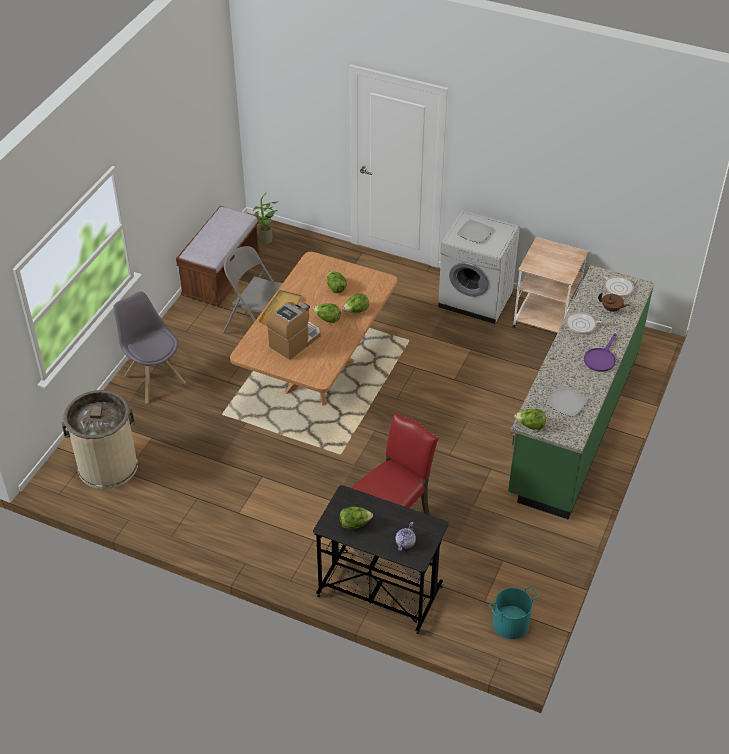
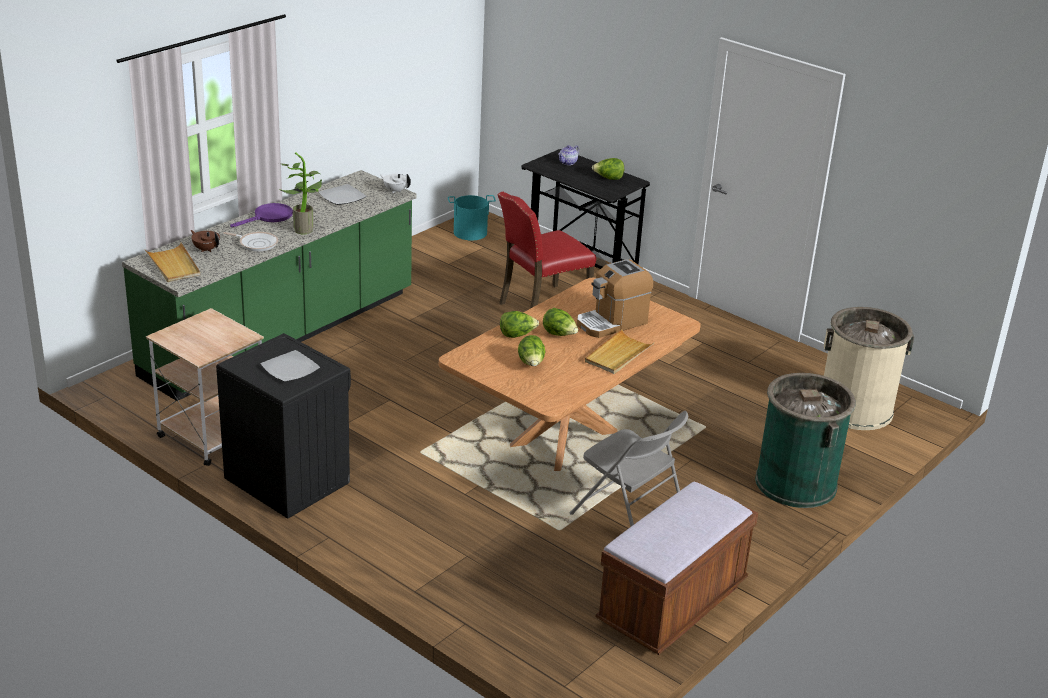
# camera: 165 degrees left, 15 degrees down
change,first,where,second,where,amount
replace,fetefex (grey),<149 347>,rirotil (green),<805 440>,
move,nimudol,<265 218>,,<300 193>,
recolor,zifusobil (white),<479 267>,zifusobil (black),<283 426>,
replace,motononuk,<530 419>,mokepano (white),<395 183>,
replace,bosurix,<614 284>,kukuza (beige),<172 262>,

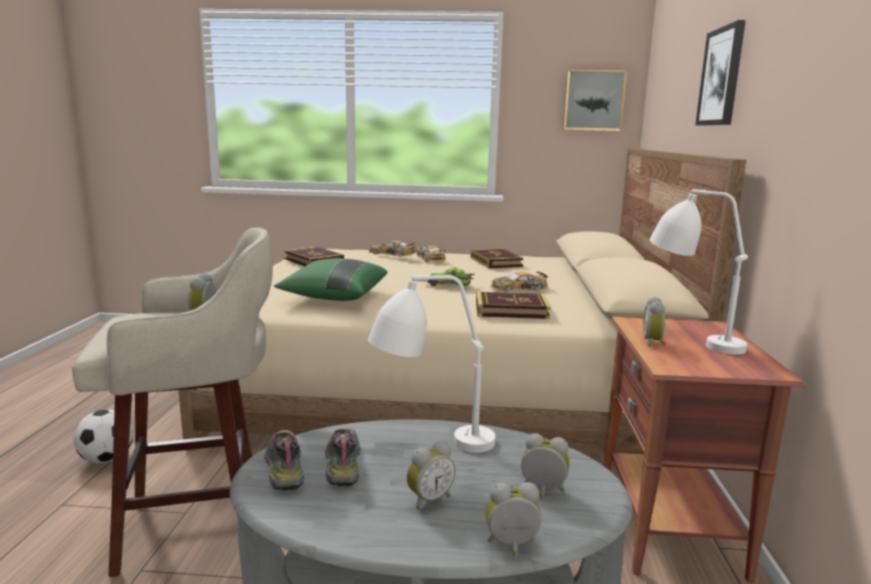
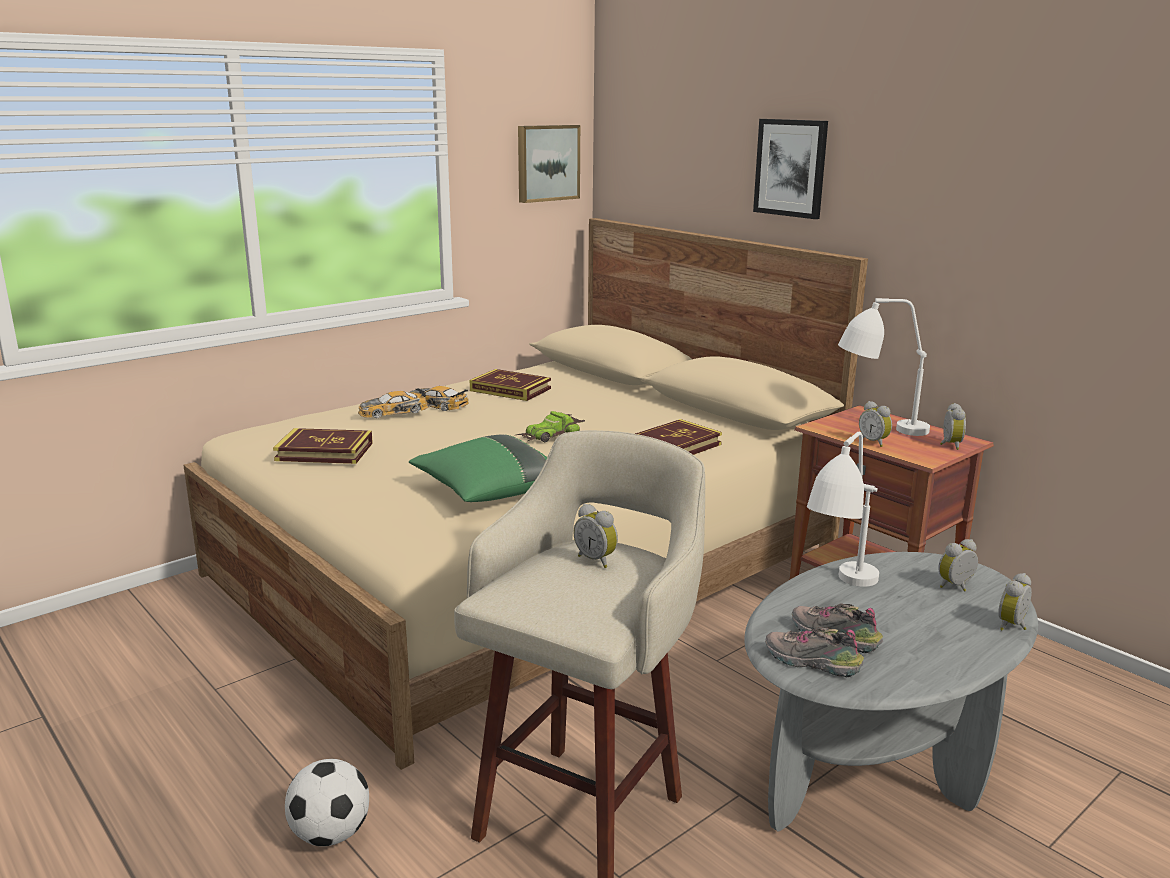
# camera: 45 degrees left, 5 degrees up
change,first,where,second,where,amount
move,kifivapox,<431 475>,,<953 426>,
delete,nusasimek,<519 282>,,,

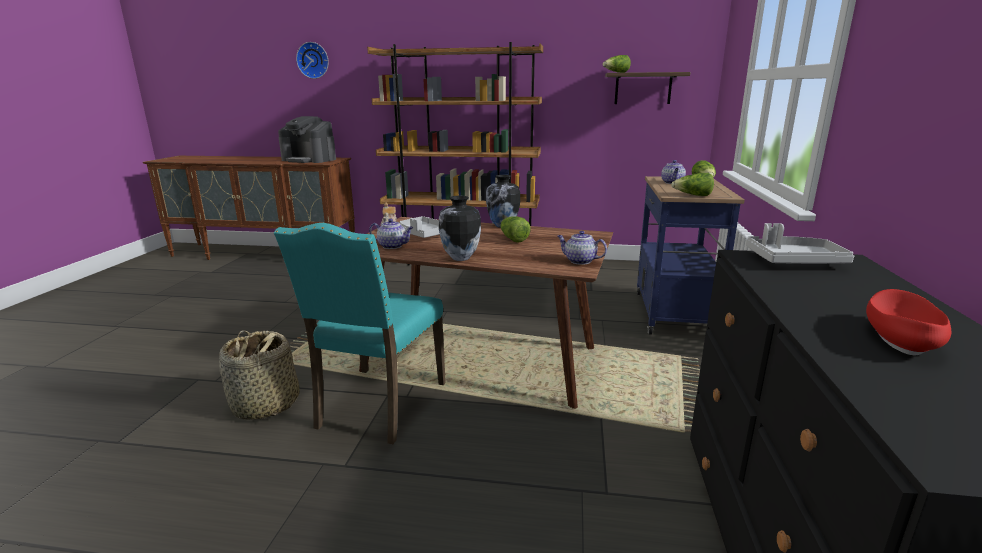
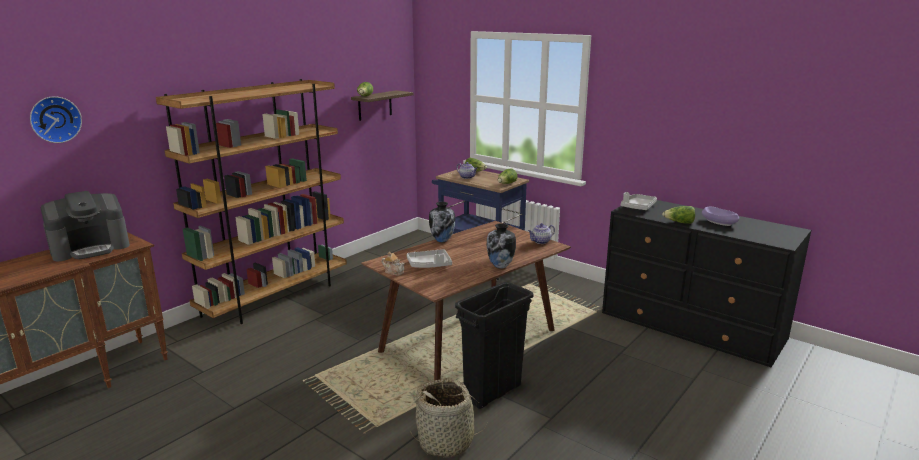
# camera: 60 degrees left, 0 degrees up
change,first,where,second,where,amount
replace,fetefex (turquoise),<360 333>,rirotil (black),<494 345>,
delete,mokepano,<391 234>,,,
move,motononuk,<515 229>,,<678 215>,
recolor,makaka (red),<908 322>,makaka (purple),<720 216>,

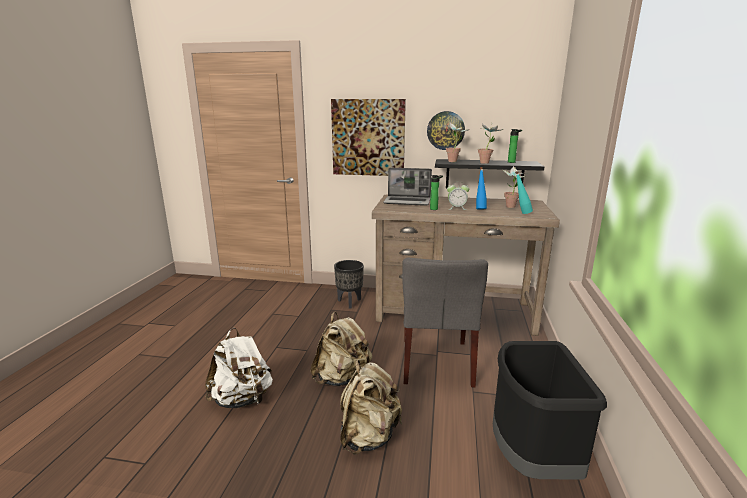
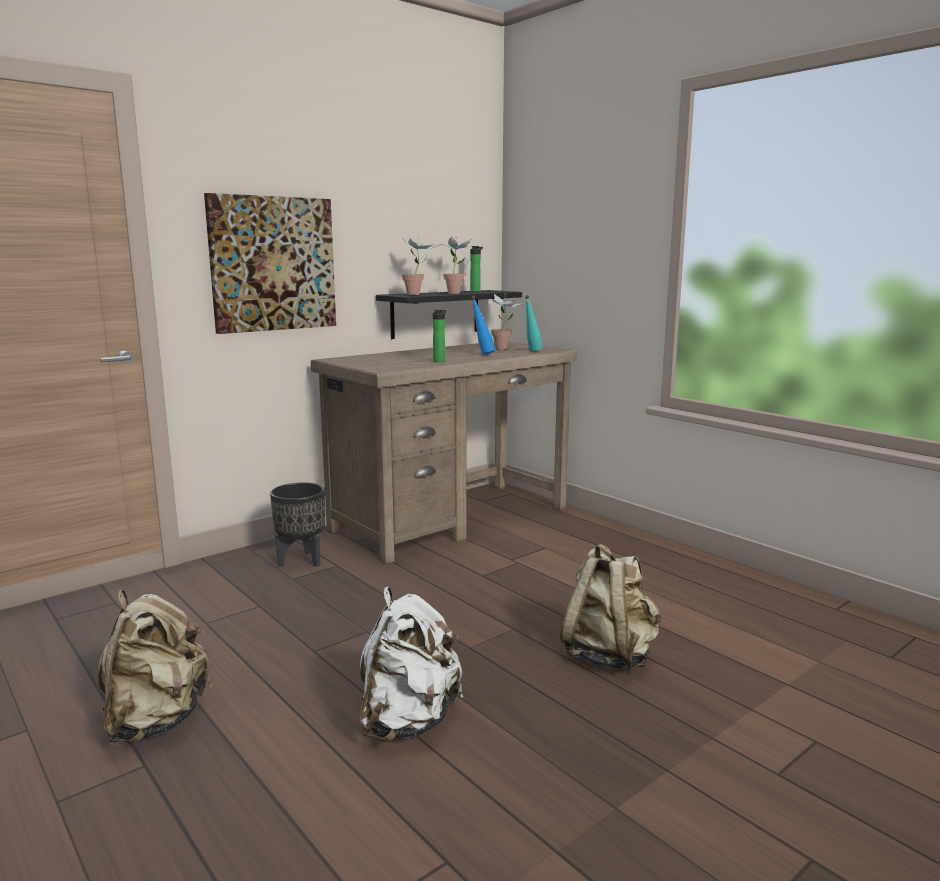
# camera: 50 degrees left, 5 degrees down
change,first,where,second,where,amount
move,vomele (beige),<341 349>,,<154 666>,
delete,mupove,<407 187>,,,
delete,fetefex (grey),<445 322>,,,
delete,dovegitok,<446 130>,,,
delete,kifivapox,<458 195>,,,
delete,rirotil (black),<550 410>,,,

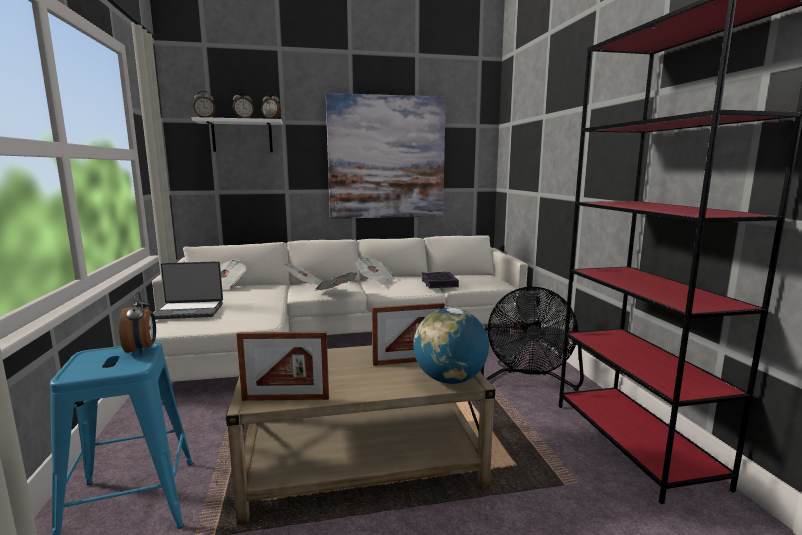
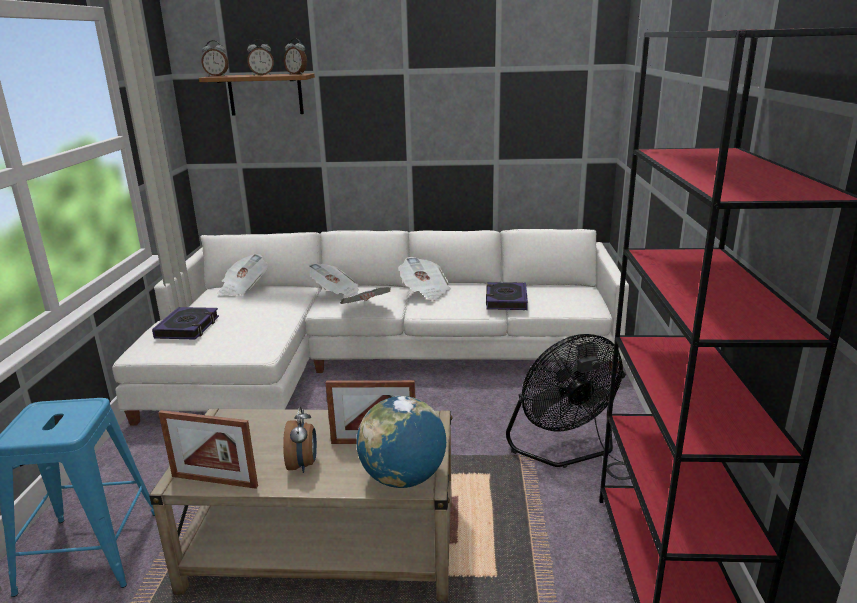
# camera: 15 degrees right, 10 degrees up
change,first,where,second,where,amount
move,kifivapox,<137 323>,,<300 439>,
replace,mupove,<188 290>,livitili,<185 323>,
recolor,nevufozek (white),<237 134>,nevufozek (brown),<257 94>,
delete,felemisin,<386 156>,,,
rotate,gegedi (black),<532 339>,,<568 407>,135 degrees clockwise

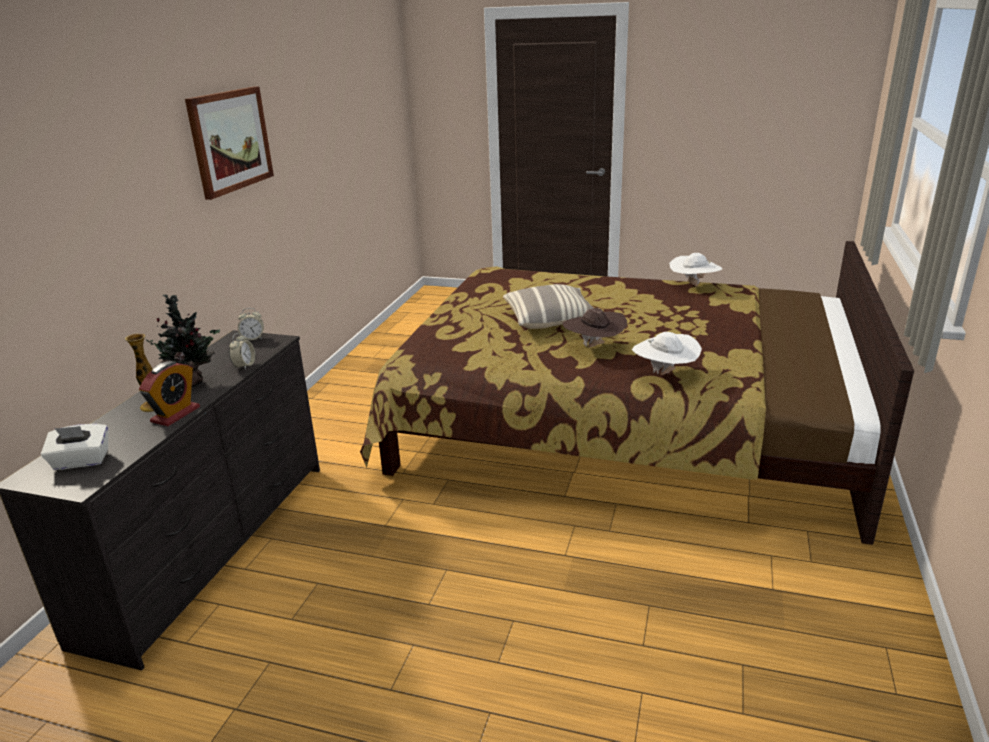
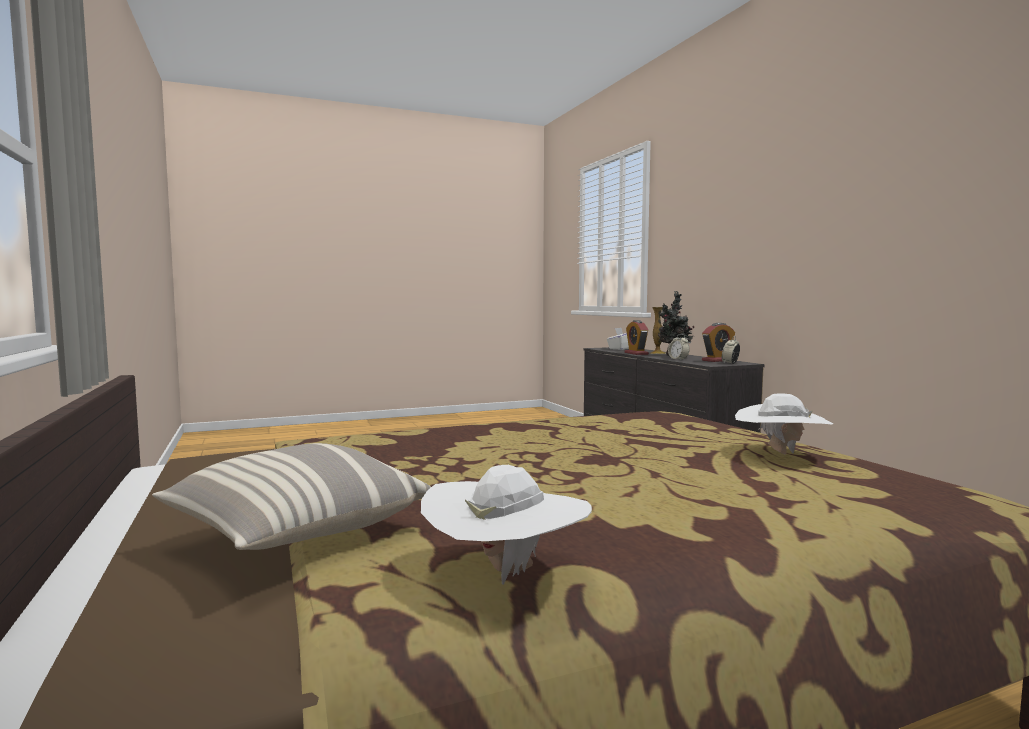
# camera: 140 degrees right, 20 degrees down
change,first,where,second,where,amount
delete,felemisin,<229 143>,,,
move,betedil,<548 306>,,<291 496>,
delete,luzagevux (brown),<595 328>,,,
move,luzagevux (white),<667 353>,,<784 424>,
insert,,,kifivapox,<718 342>,

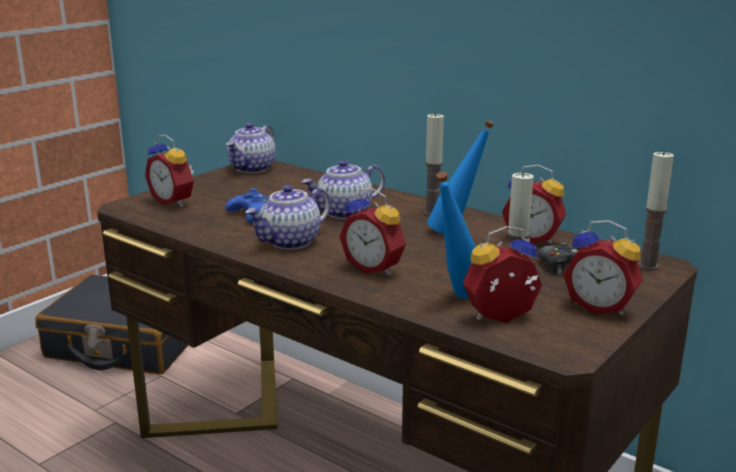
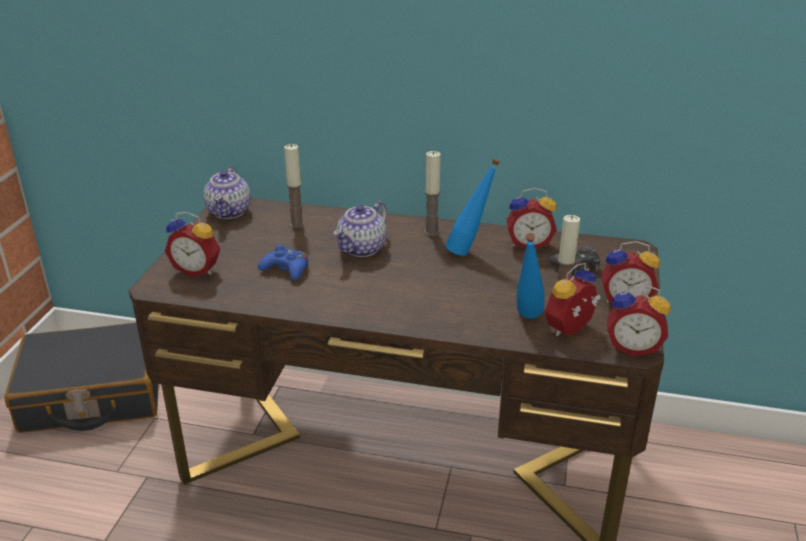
# camera: 25 degrees left, 10 degrees up
change,first,where,second,where,amount
delete,mokepano,<287 217>,,,
move,kifivapox,<372 231>,,<639 320>,
move,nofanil,<656 210>,,<294 186>,

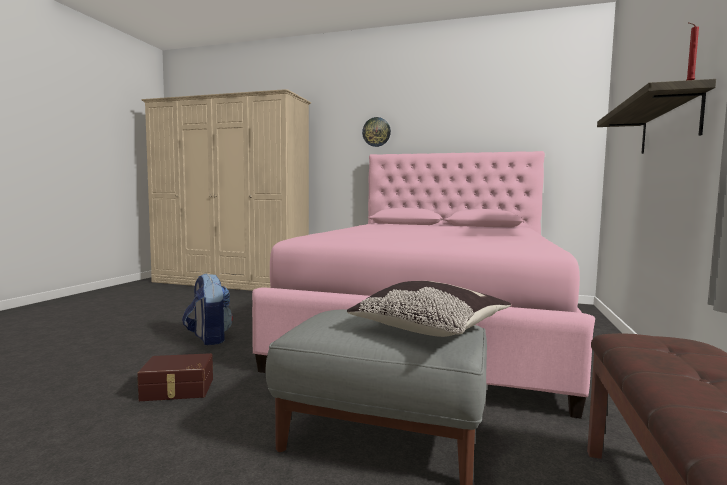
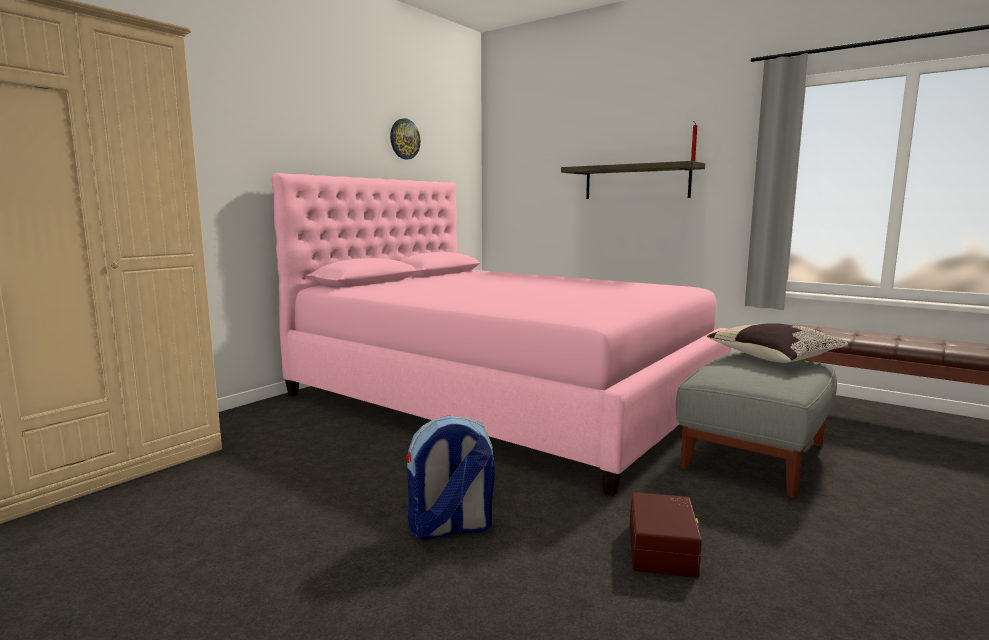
# camera: 70 degrees left, 5 degrees up
change,first,where,second,where,amount
move,dovegitok,<376 132>,,<405 138>,

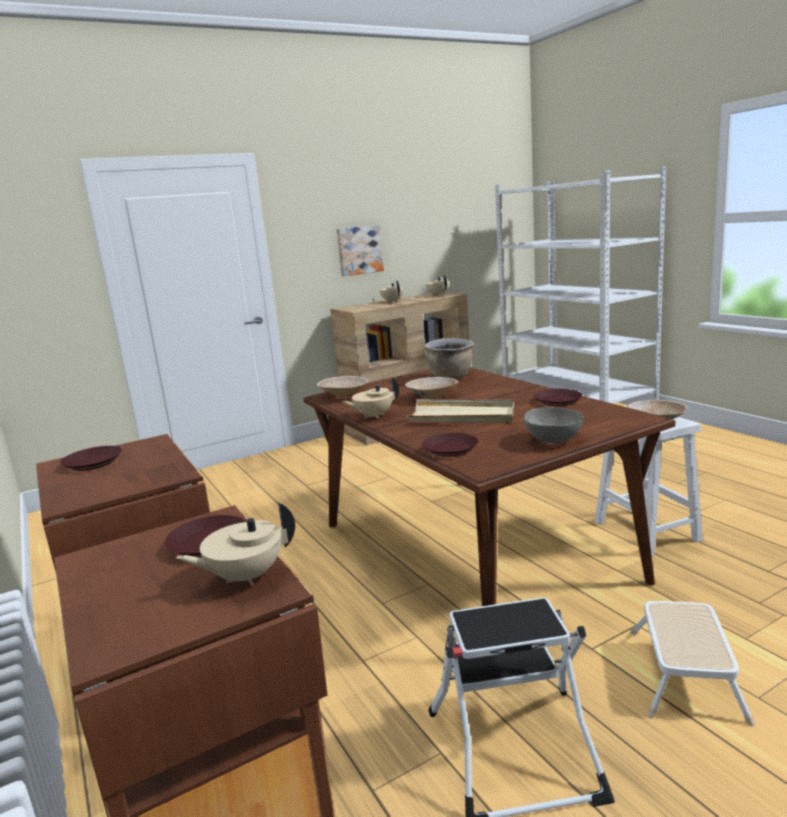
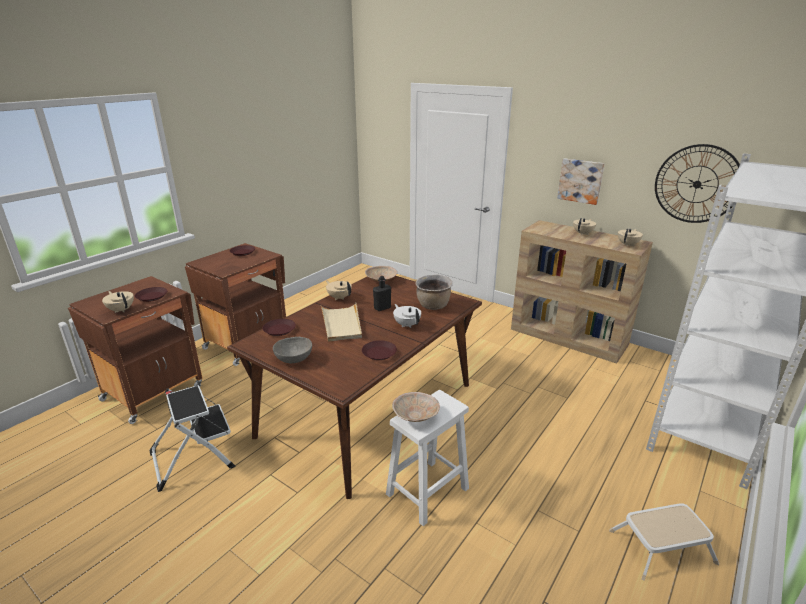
# camera: 65 degrees right, 10 degrees up
change,first,where,second,where,amount
replace,makaka (beige),<431 388>,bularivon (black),<382 293>,
move,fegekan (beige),<692 664>,,<664 542>,
insert,,,mokepano (white),<407 316>,
insert,,,dovegitok,<697 183>,

